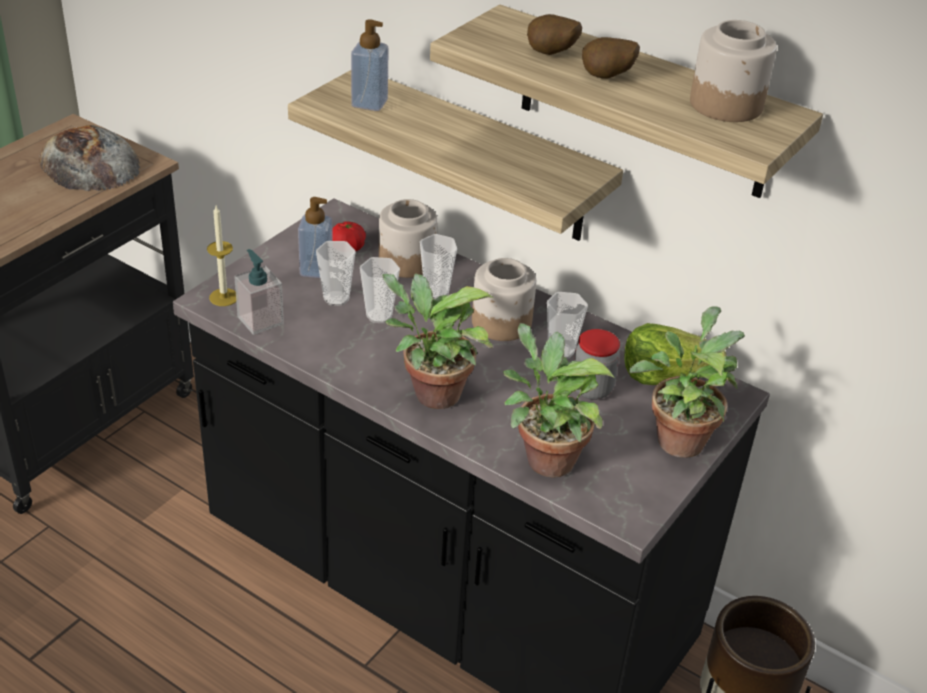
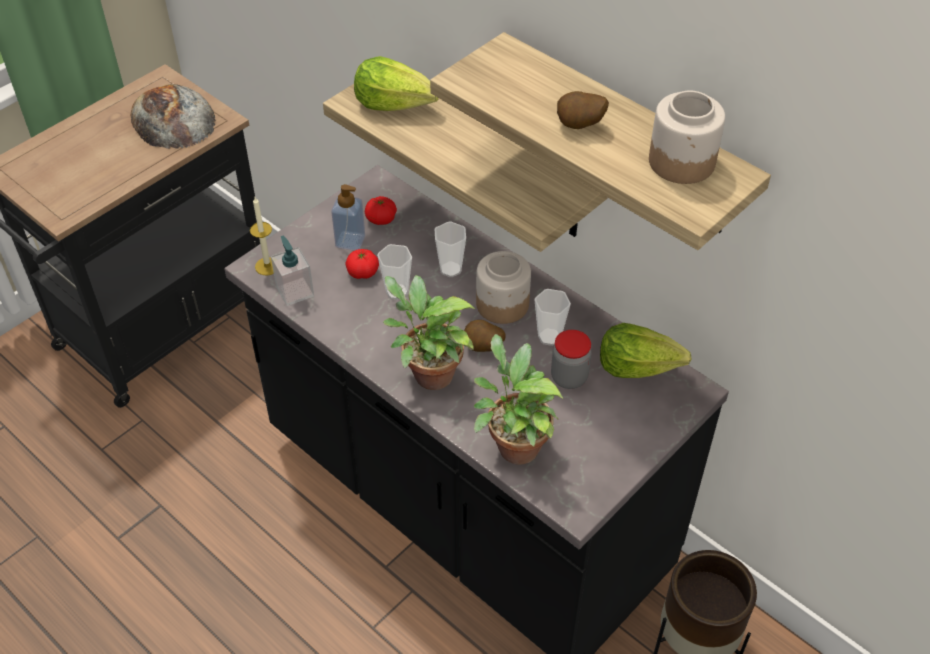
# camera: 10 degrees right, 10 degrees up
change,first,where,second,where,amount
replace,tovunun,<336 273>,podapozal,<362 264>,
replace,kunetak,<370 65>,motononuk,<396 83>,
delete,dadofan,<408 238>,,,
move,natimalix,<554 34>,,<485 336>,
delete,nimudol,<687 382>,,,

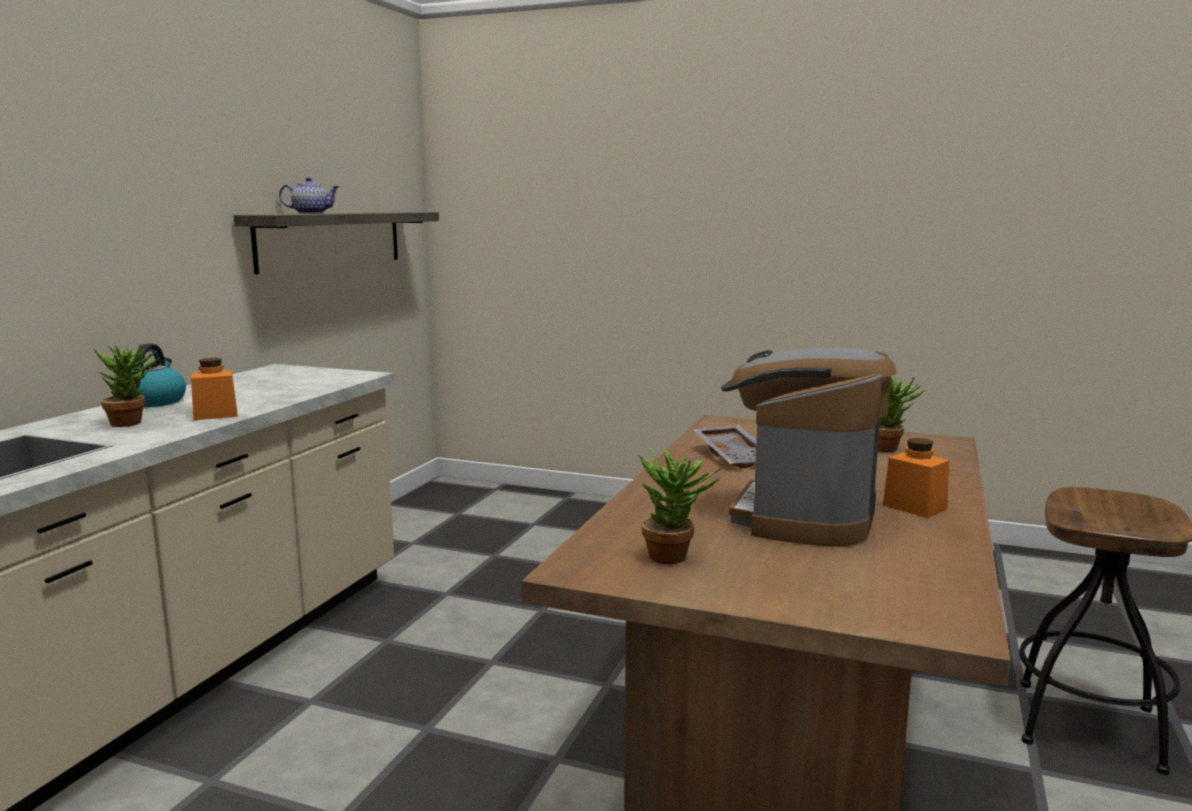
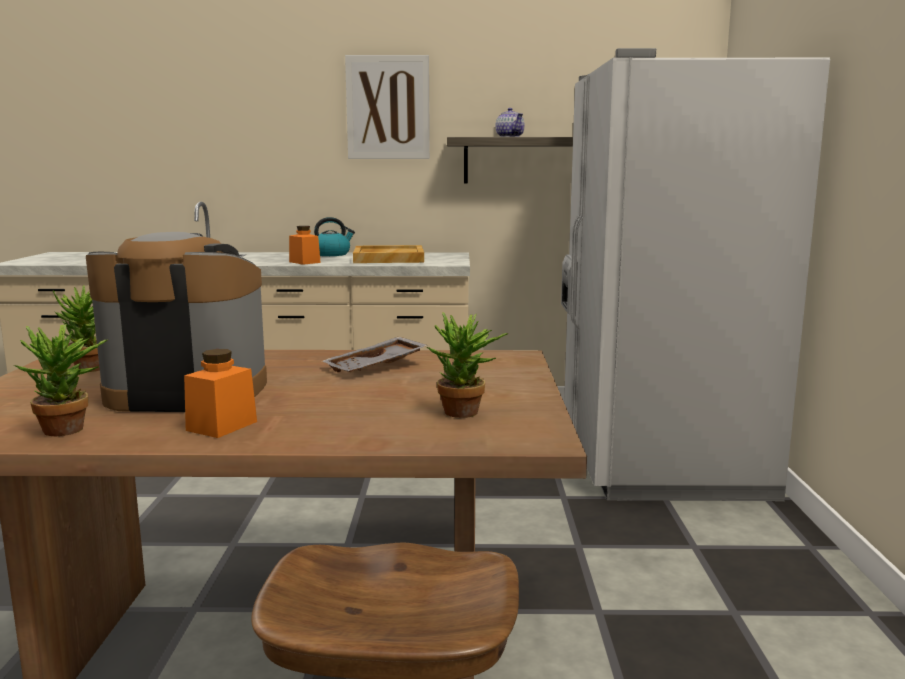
# camera: 70 degrees right, 0 degrees up
change,first,where,second,where,amount
move,nimudol,<125 385>,,<61 380>,
insert,,,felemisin,<387 107>,
insert,,,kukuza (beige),<388 254>,
insert,,,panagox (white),<695 274>,

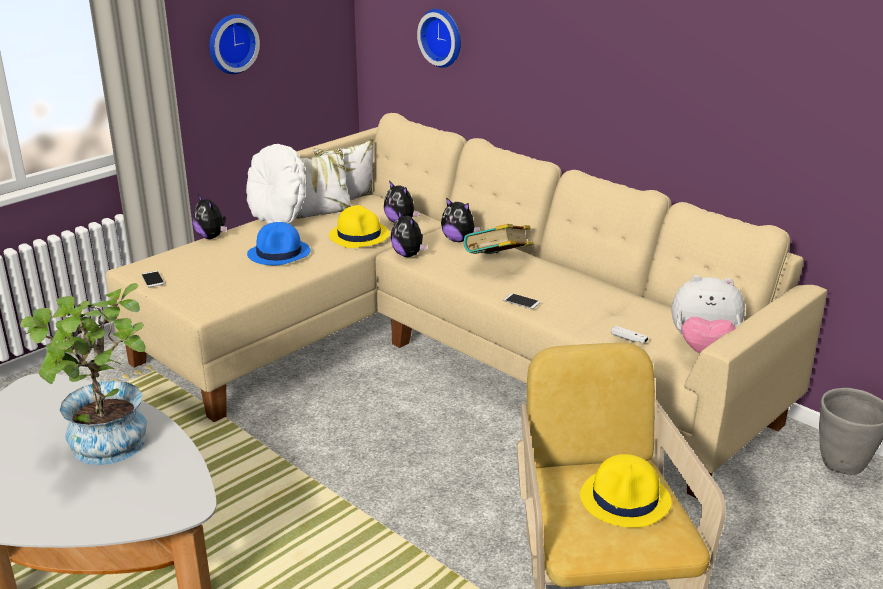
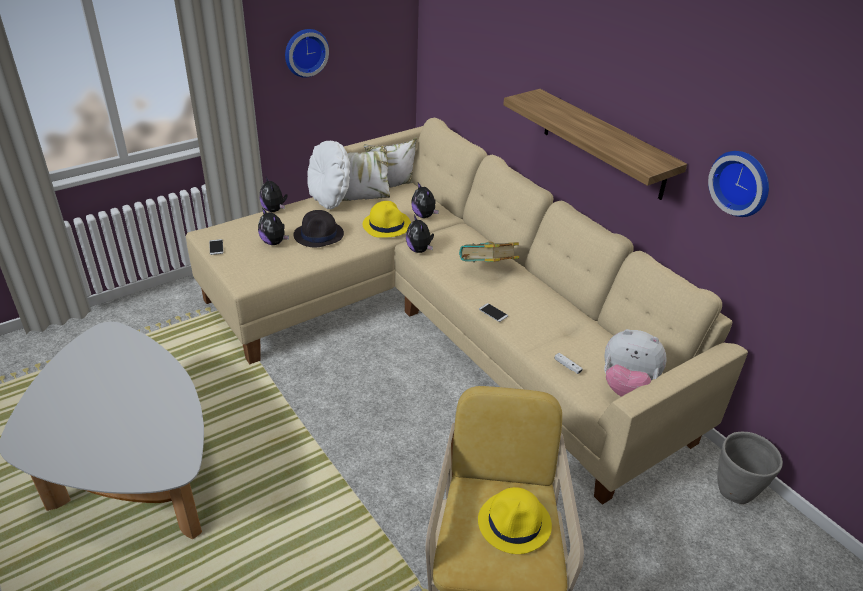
# camera: 10 degrees right, 10 degrees up
change,first,where,second,where,amount
delete,nimudol,<84 374>,,,
recolor,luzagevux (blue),<279 243>,luzagevux (black),<318 229>,
move,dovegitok,<439 38>,,<738 184>,
move,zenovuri,<461 219>,,<273 226>,
insert,,,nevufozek,<595 144>,

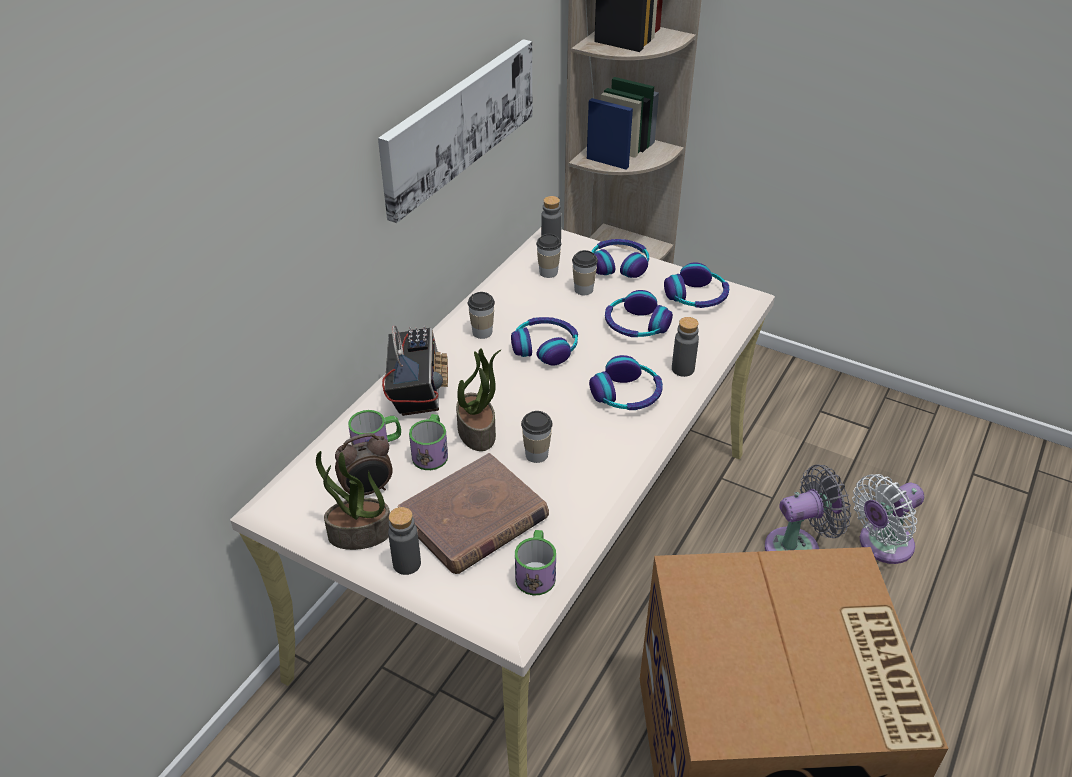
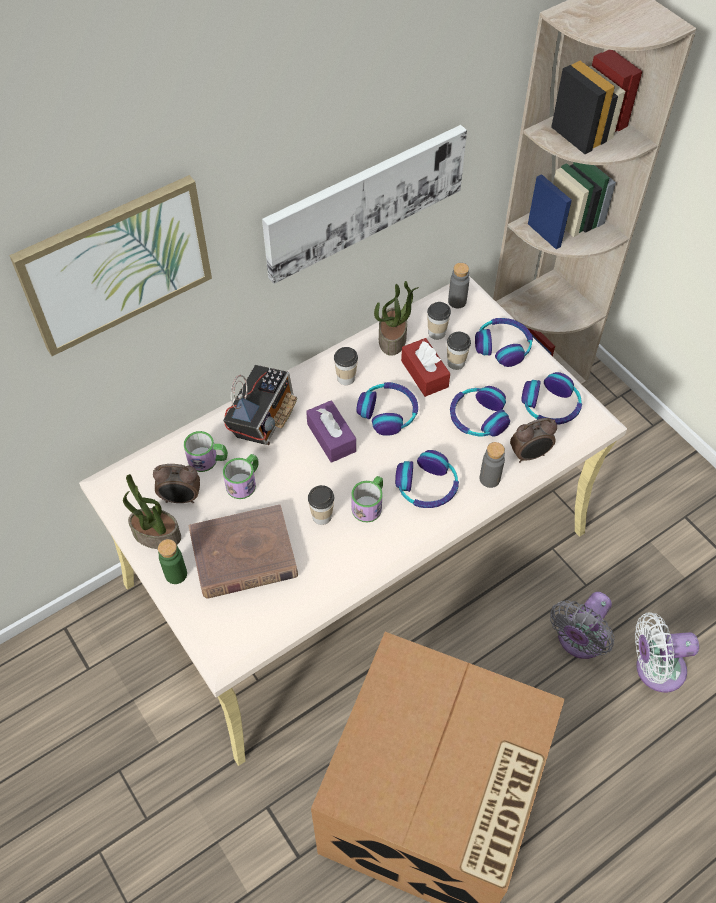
# camera: 25 degrees right, 15 degrees up
change,first,where,second,where,amount
recolor,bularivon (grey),<404 541>,bularivon (green),<172 561>,
move,nimudol,<479 400>,,<396 318>,
move,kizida,<535 562>,,<367 499>,
rotate,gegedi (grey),<808 507>,,<582 625>,120 degrees clockwise
insert,,,felemisin,<110 265>,
insert,,,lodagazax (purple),<331 431>,
insert,,,lodagazax (red),<425 367>,
insert,,,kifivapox,<533 440>,

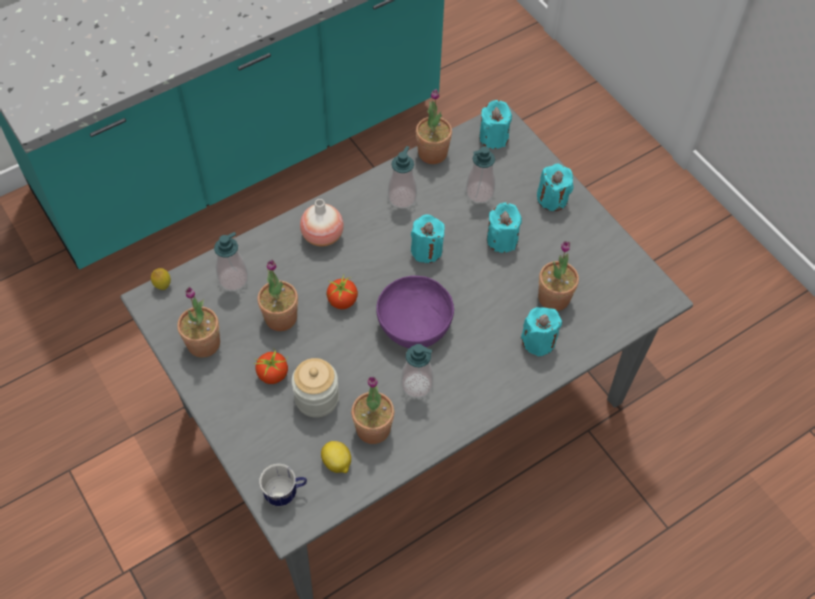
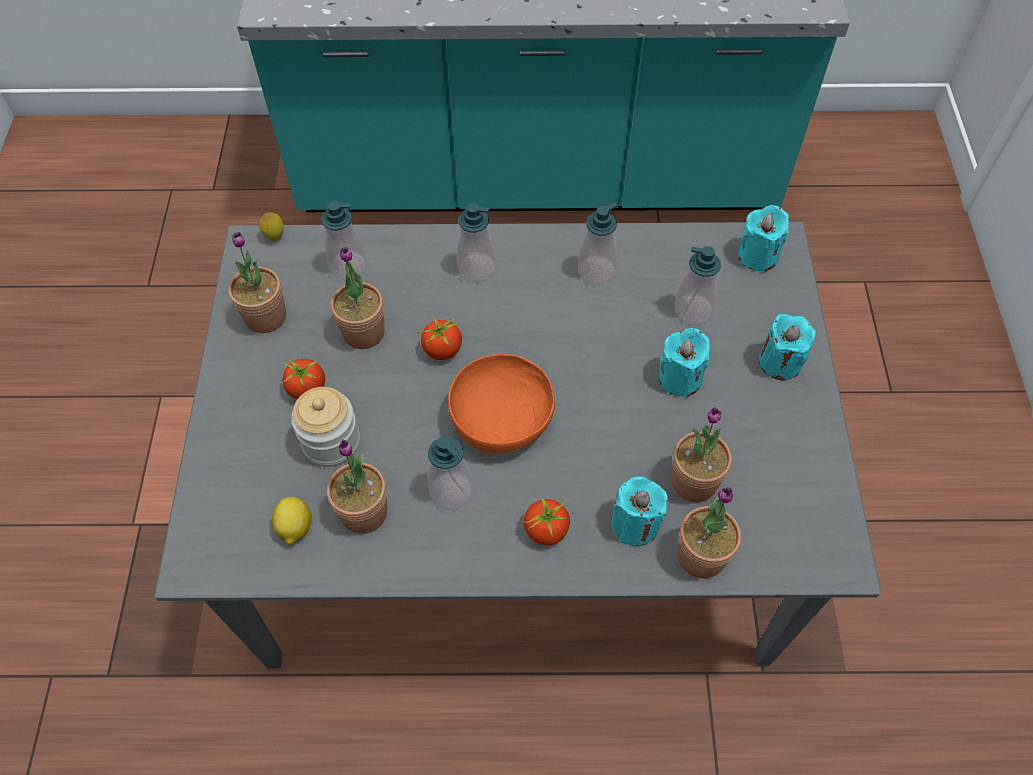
# camera: 35 degrees right, 0 degrees up
change,first,where,second,where,amount
delete,kizida,<283 485>,,,
replace,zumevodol,<322 222>,kunetak,<476 242>,
recolor,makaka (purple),<415 312>,makaka (orange),<501 404>,
delete,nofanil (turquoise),<428 238>,,,
move,nimudol,<434 126>,,<709 533>,
insert,,,podapozal,<547 520>,

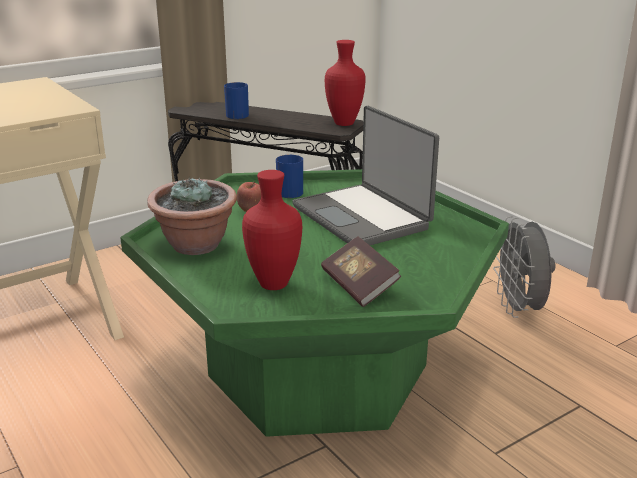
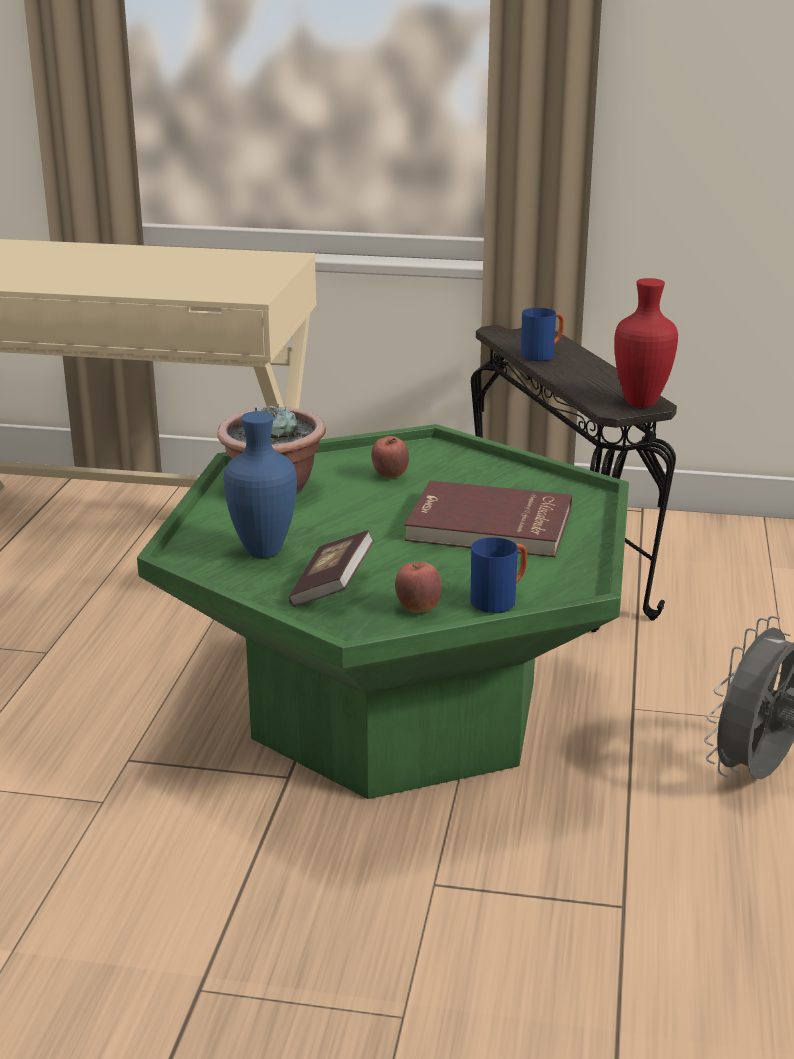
# camera: 45 degrees right, 0 degrees up
change,first,where,second,where,amount
recolor,zumevodol (red),<272 230>,zumevodol (blue),<260 484>,
move,kizida (blue),<289 176>,,<498 575>,
replace,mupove,<365 175>,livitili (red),<488 518>,
insert,,,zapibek,<418 587>,

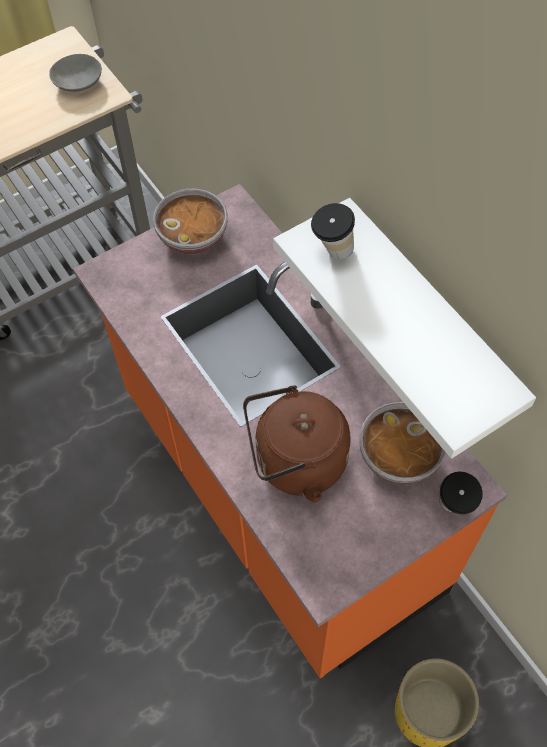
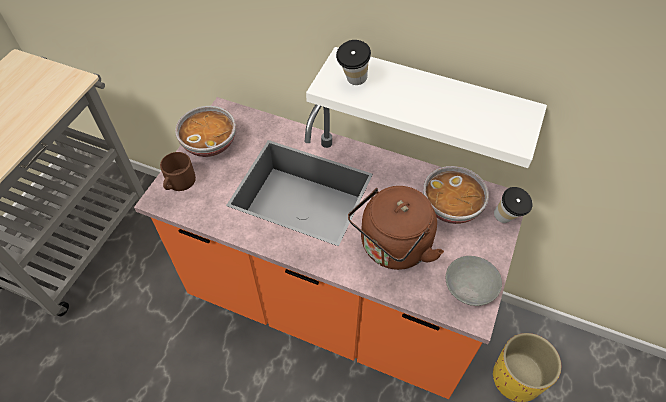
# camera: 35 degrees left, 5 degrees down
change,first,where,second,where,amount
move,makaka (grey),<75 73>,,<474 281>,
insert,,,kizida (brown),<178 171>,

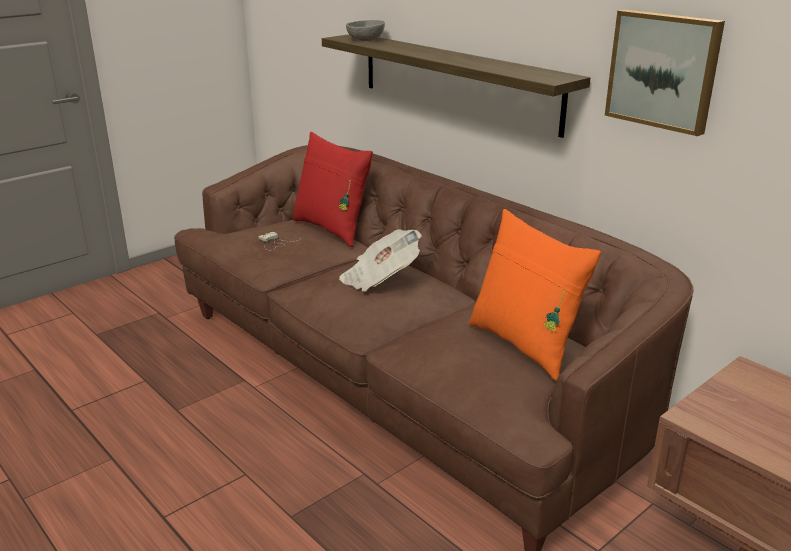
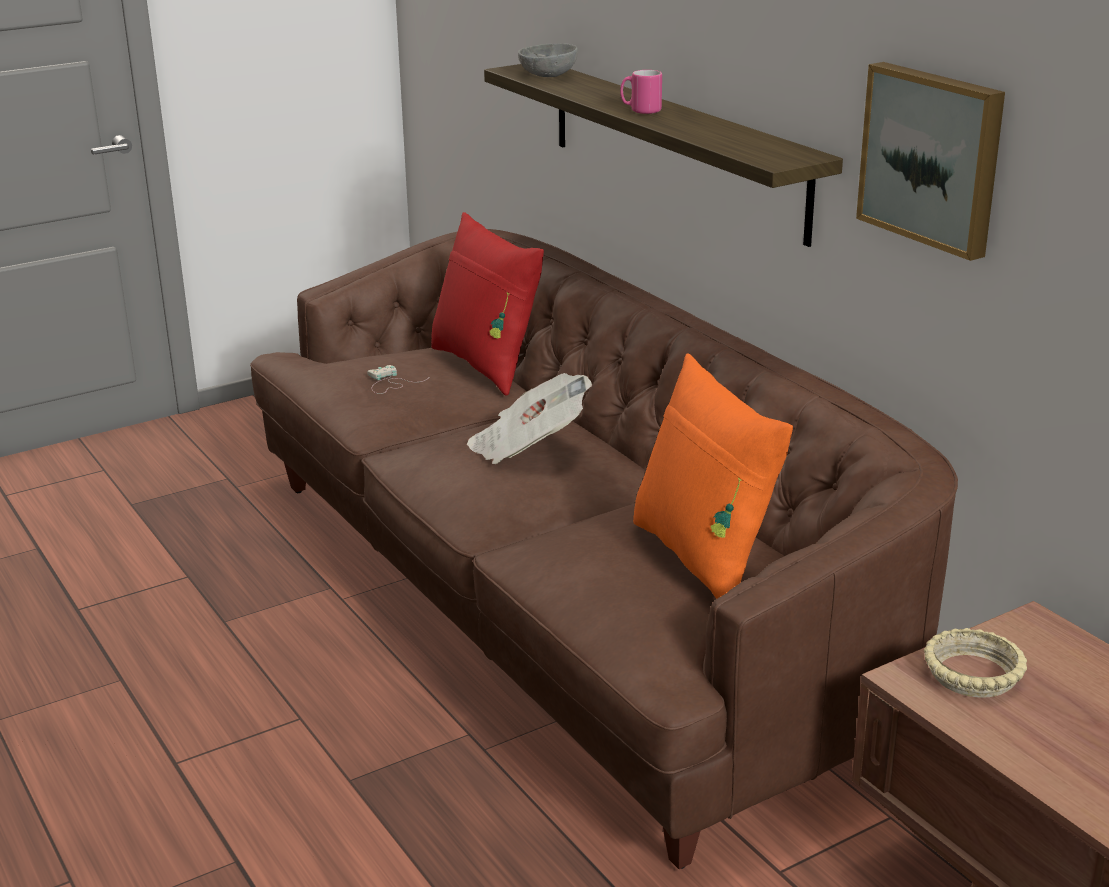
# camera: 10 degrees right, 0 degrees up
change,first,where,second,where,amount
insert,,,kizida (pink),<641 92>,
insert,,,makaka (beige),<975 662>,

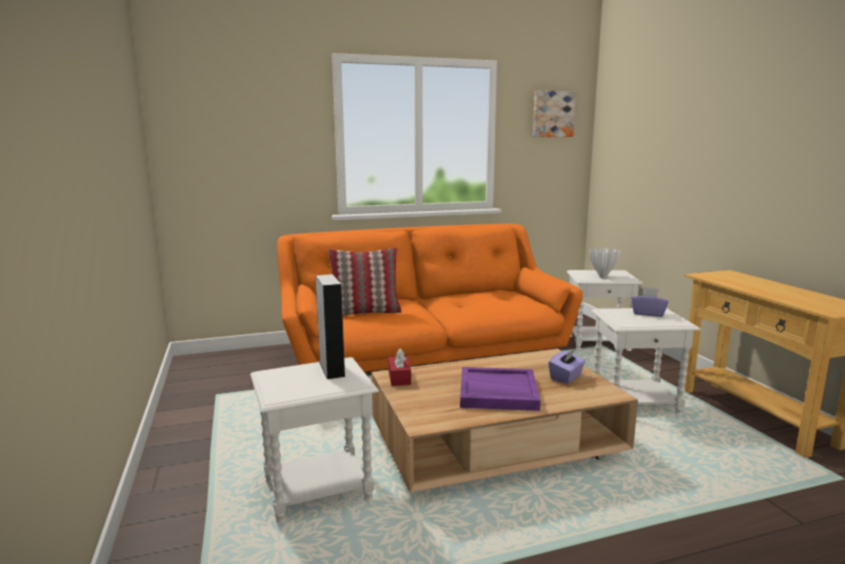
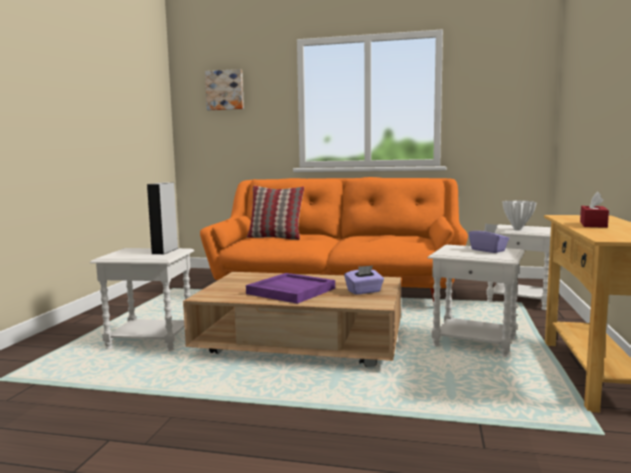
# camera: 30 degrees right, 5 degrees down
change,first,where,second,where,amount
move,lodagazax (red),<399 367>,,<594 209>,
move,felemisin,<554 114>,,<224 89>,

